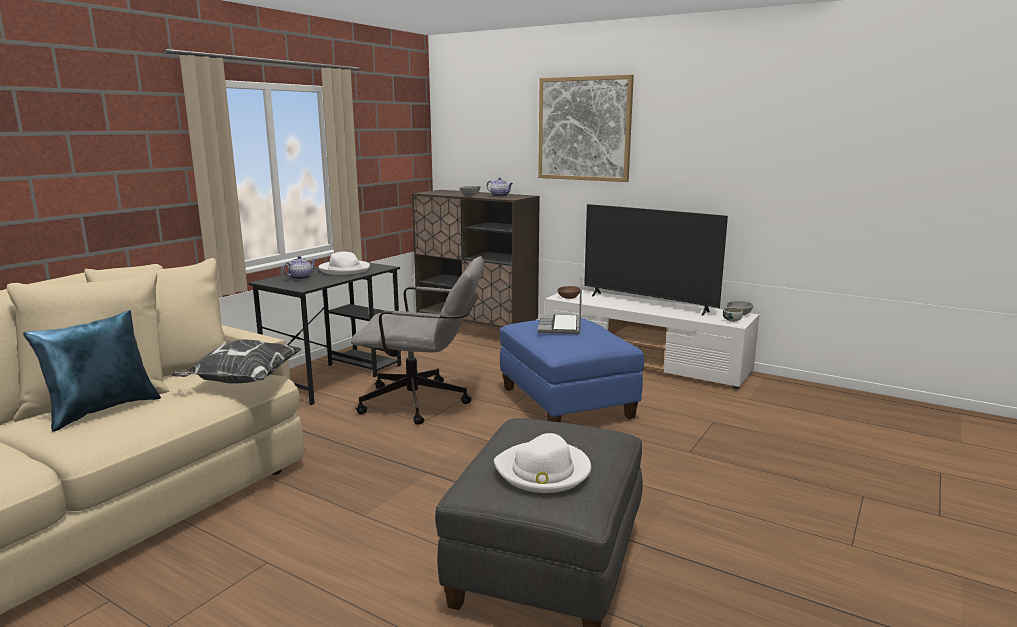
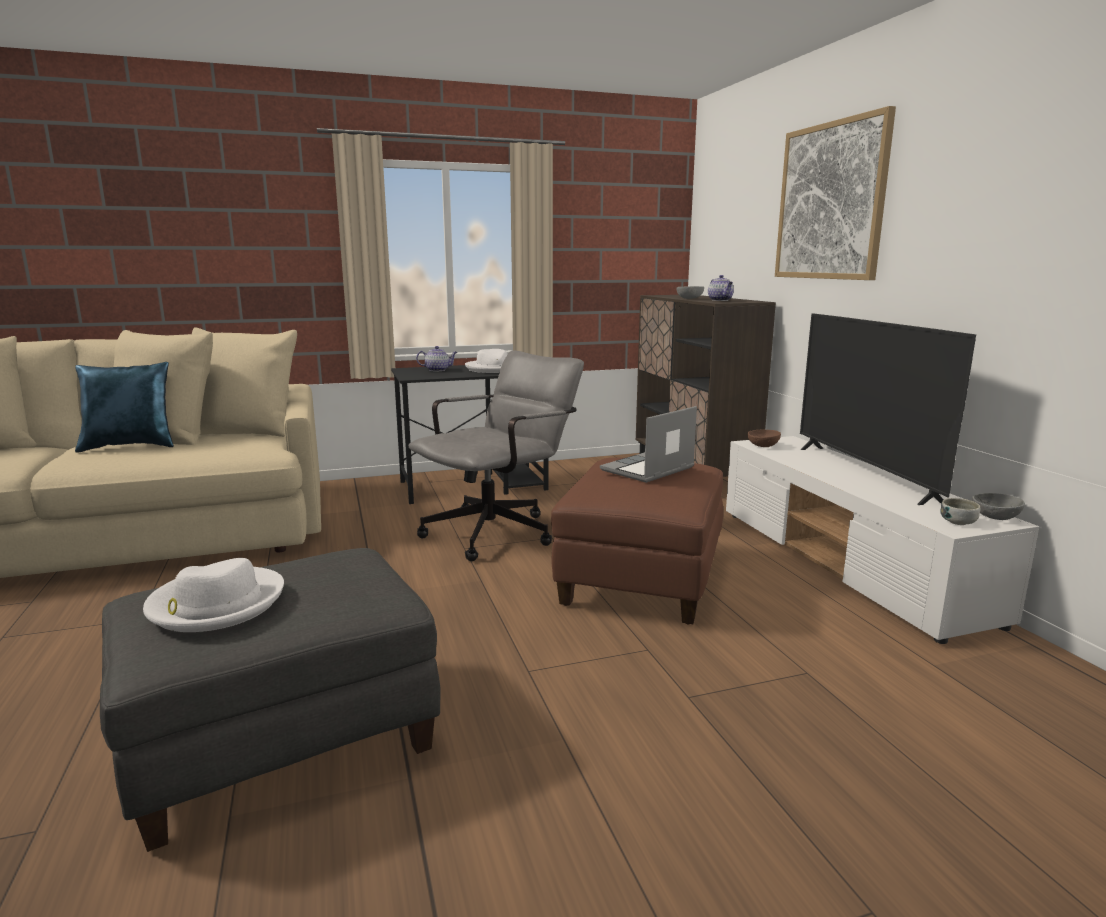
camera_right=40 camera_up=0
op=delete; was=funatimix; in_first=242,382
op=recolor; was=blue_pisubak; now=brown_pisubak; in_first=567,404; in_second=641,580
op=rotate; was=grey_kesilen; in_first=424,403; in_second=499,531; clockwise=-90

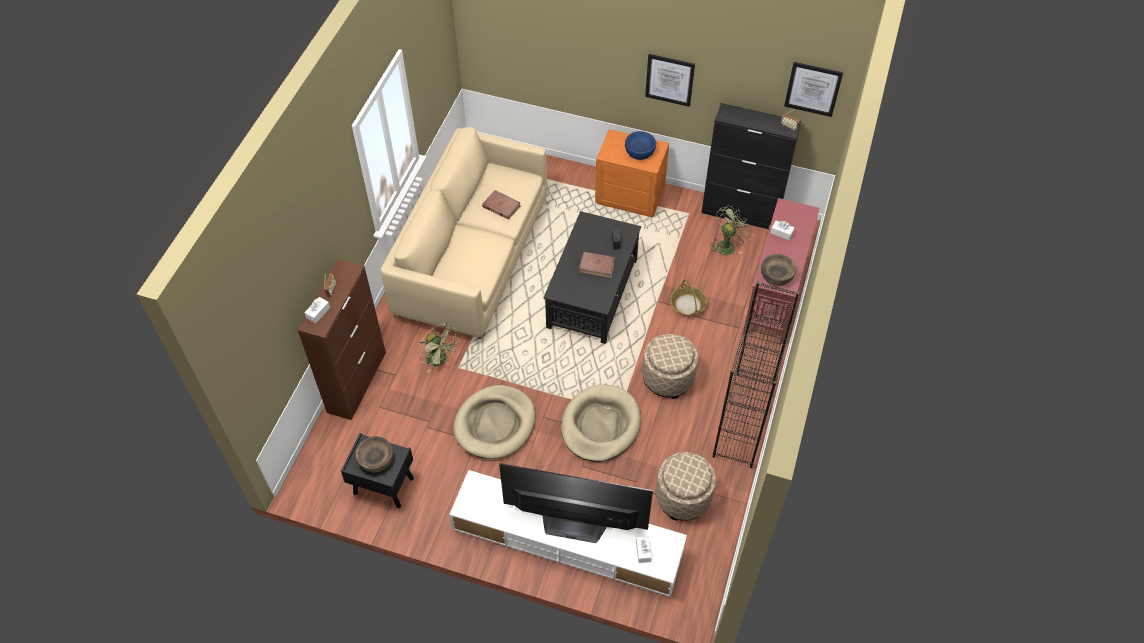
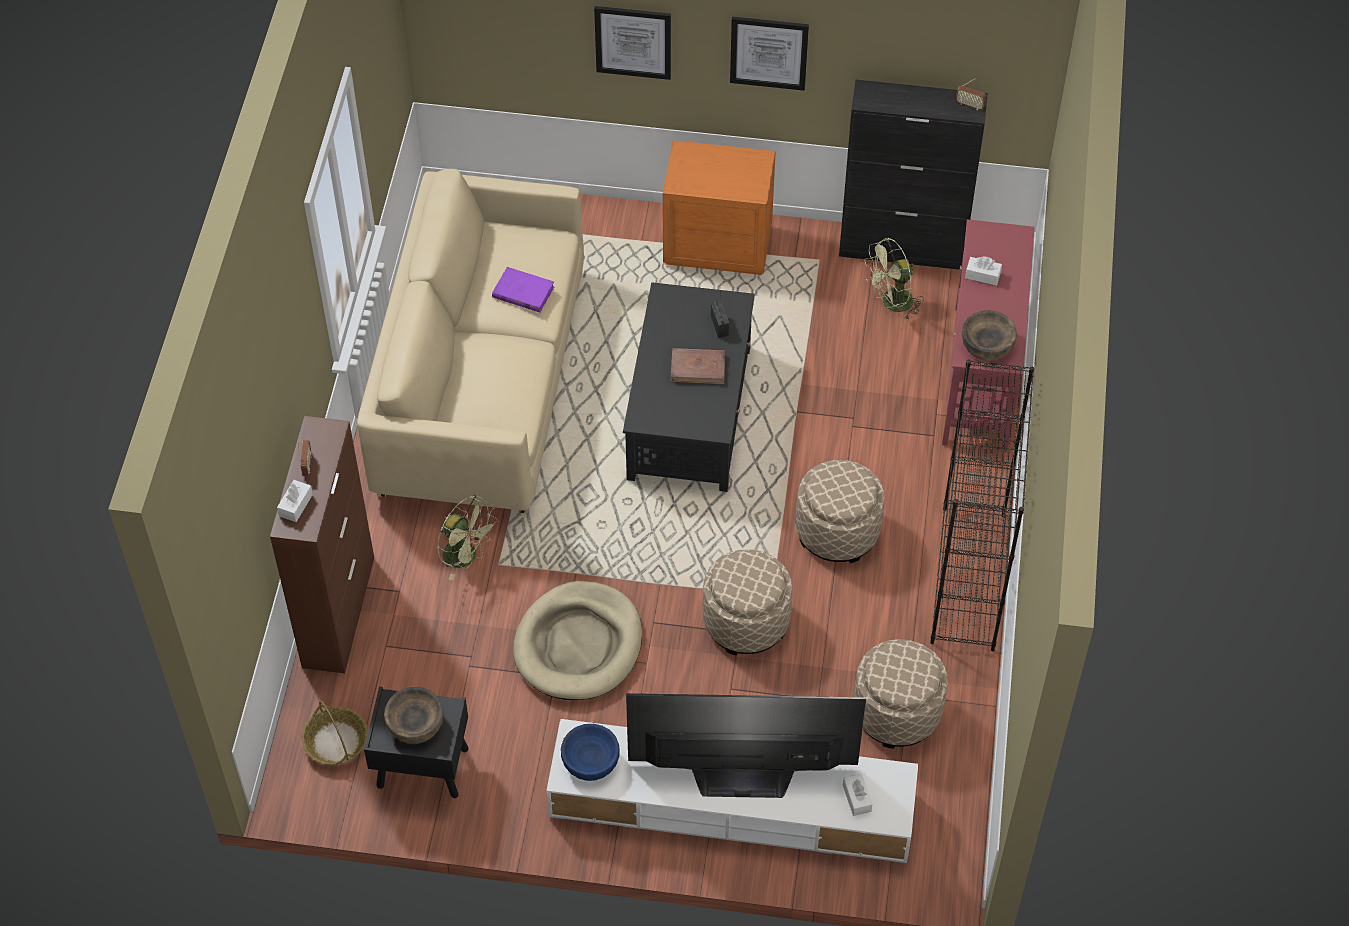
camera_right=-10 camera_up=0
op=move; was=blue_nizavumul; in_first=639,151; in_second=590,761
op=move; was=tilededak; in_first=687,304; in_second=335,741
op=move; was=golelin; in_first=813,89; in_second=633,42
op=replace; was=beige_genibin; now=beige_pisubak; in_first=600,425; in_second=746,621
op=recolor; was=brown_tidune; now=purple_tidune; in_first=501,206; in_second=523,292
op=rotate; was=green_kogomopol; in_first=727,245; in_second=891,304; clockwise=-150

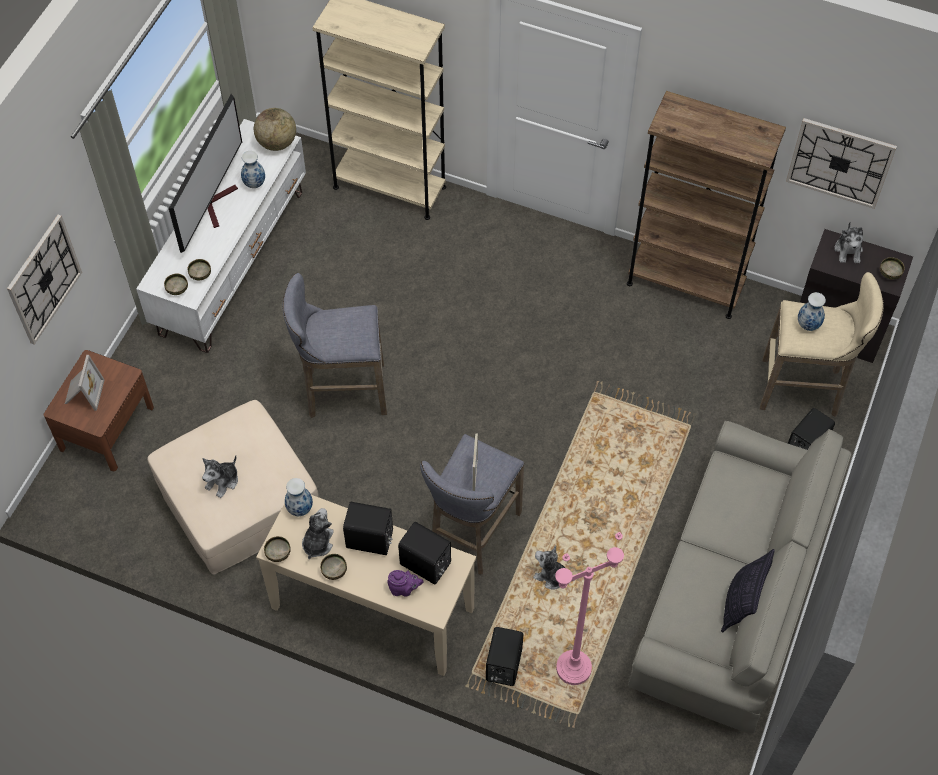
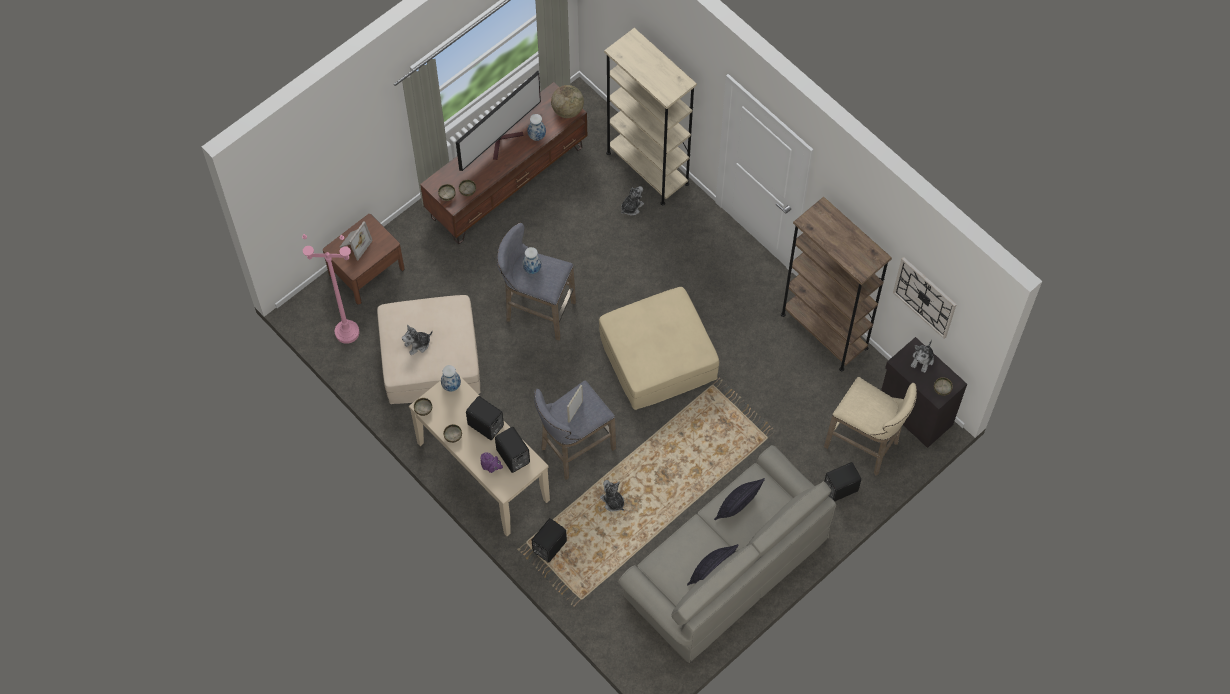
camera_right=25 camera_up=5
op=delete; was=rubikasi; in_first=44,279
op=insert; now=beige_pisubak; in_second=658,357
op=insert; now=funatimix; in_second=737,507
op=move; was=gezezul; in_first=317,542; in_second=631,207
op=move; was=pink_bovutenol; in_first=573,669; in_second=347,332
op=move; was=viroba; in_first=808,324; in_second=532,268
op=recolor; was=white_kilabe; now=brown_kilabe; in_first=233,261; in_second=508,182

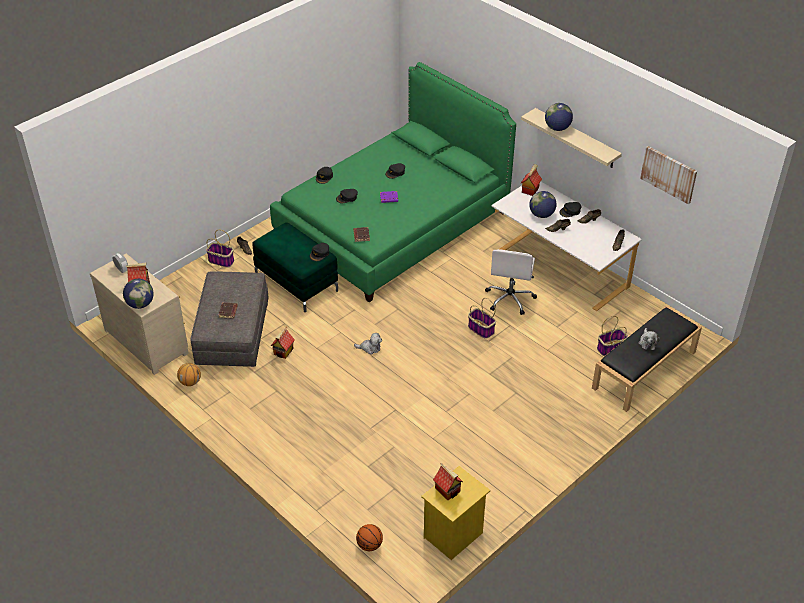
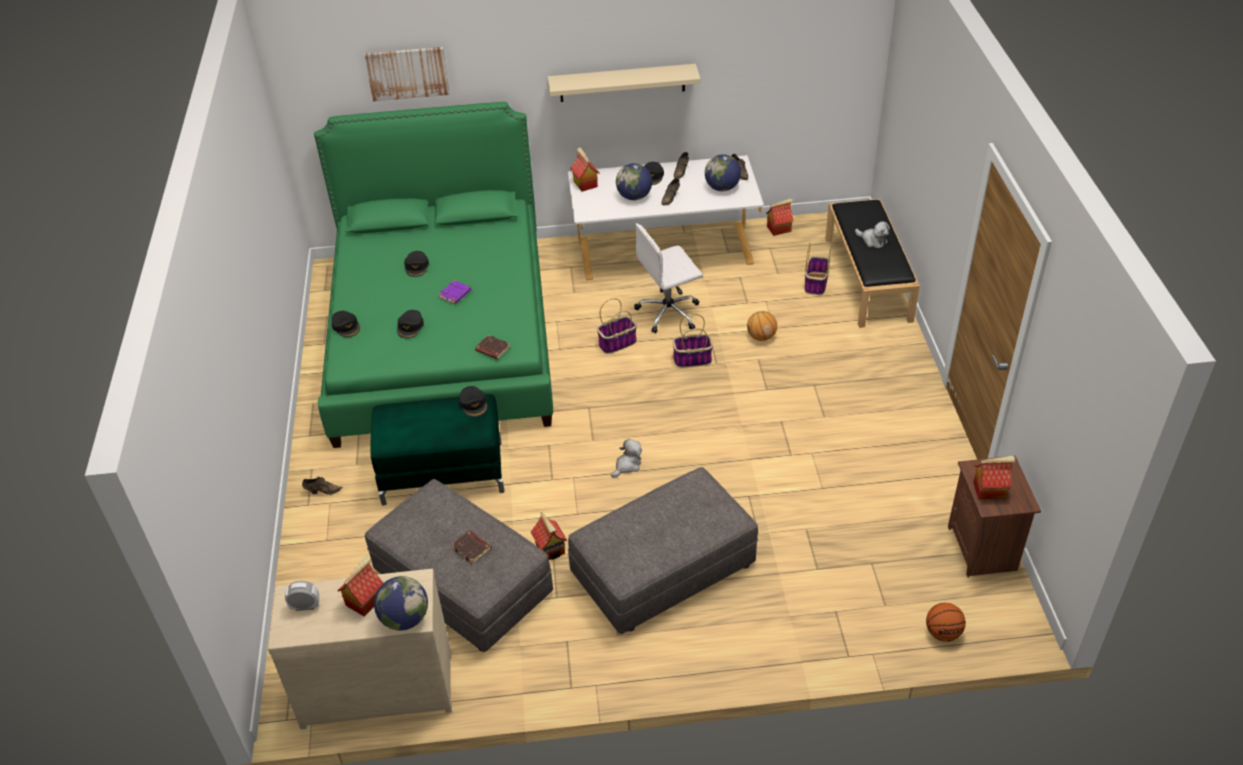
camera_right=-50 camera_up=0
op=insert; now=grey_pisubak; in_second=663,569
op=insert; now=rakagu; in_second=779,228
op=move; was=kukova; in_first=190,382; in_second=761,337
op=move; was=tilededak; in_first=221,261; in_second=617,343
op=move; was=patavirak; in_first=557,128; in_second=722,188
op=move; was=golelin; in_first=669,174; in_second=407,73
op=recolor; was=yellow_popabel; now=brown_popabel; in_first=454,536; in_second=983,548
op=rotate; was=white_kesilen; in_first=510,298; in_second=669,312; clockwise=105

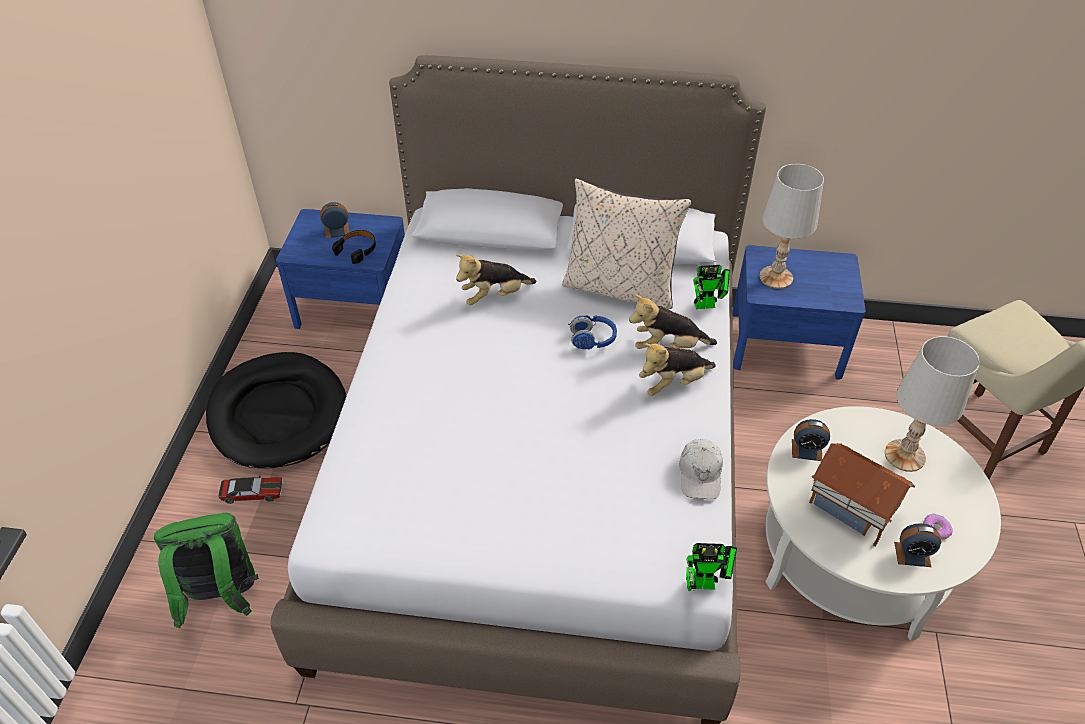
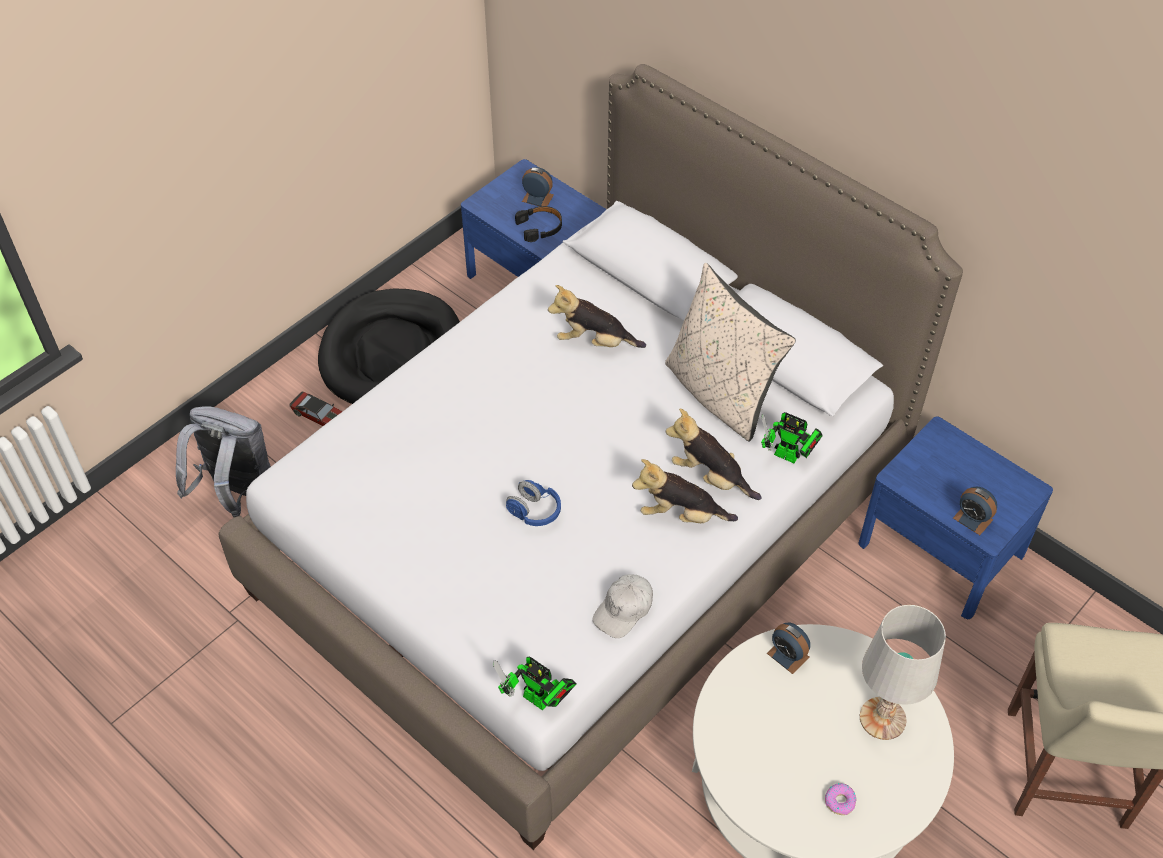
camera_right=35 camera_up=5
op=delete; was=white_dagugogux; in_first=776,277
op=delete; was=rakagu; in_first=850,511
op=move; was=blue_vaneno; in_first=592,340; in_second=534,511
op=move; was=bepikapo; in_first=912,554; in_second=972,519
op=recolor; was=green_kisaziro; now=grey_kisaziro; in_first=221,597; in_second=236,493

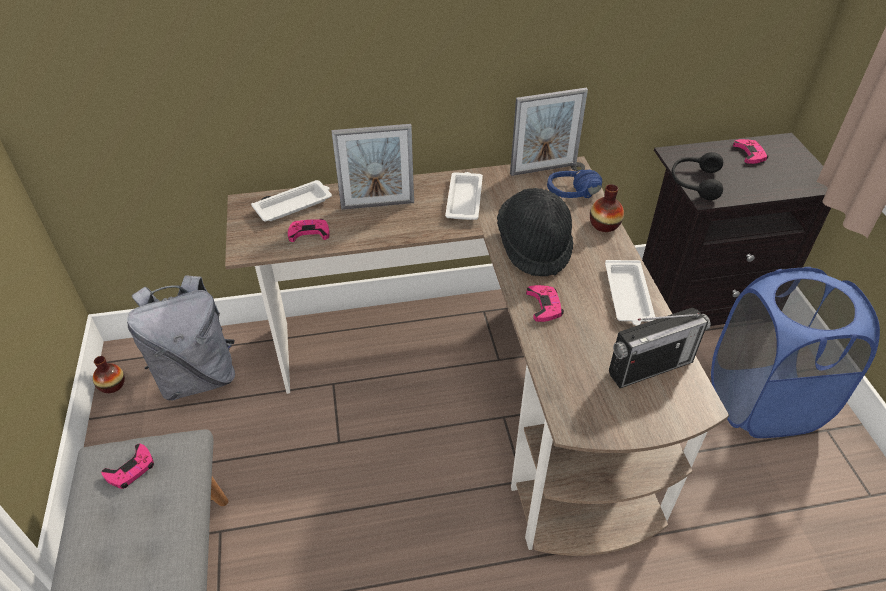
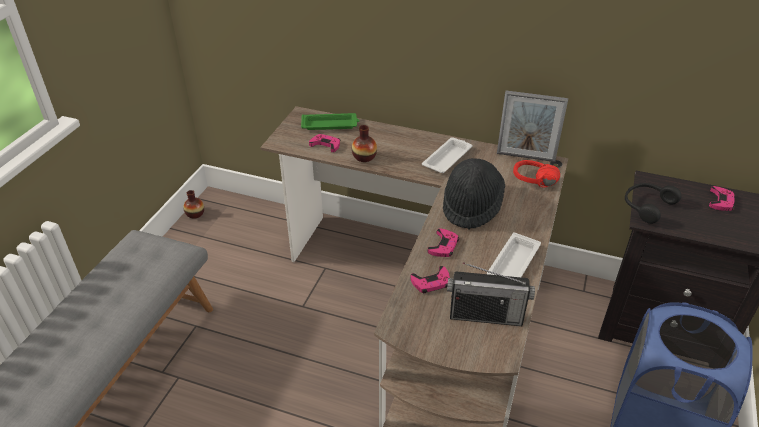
camera_right=30 camera_up=-5
op=delete; was=grey_kisaziro; in_first=198,376
op=delete; was=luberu; in_first=377,205
op=move; was=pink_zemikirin; in_first=131,469; in_second=431,282
op=move; was=viroba; in_first=604,225; in_second=364,157
op=recolor; was=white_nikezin; now=green_nikezin; in_first=294,205; in_second=330,125
op=recolor; was=blue_vaneno; now=red_vaneno; in_first=575,198; in_second=533,184

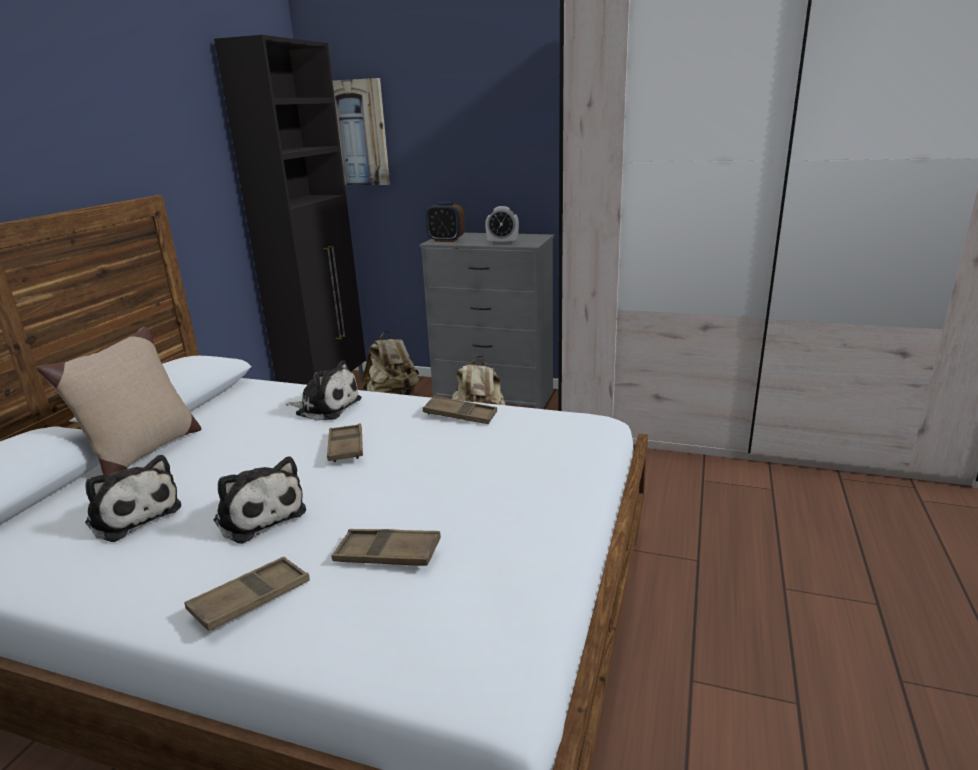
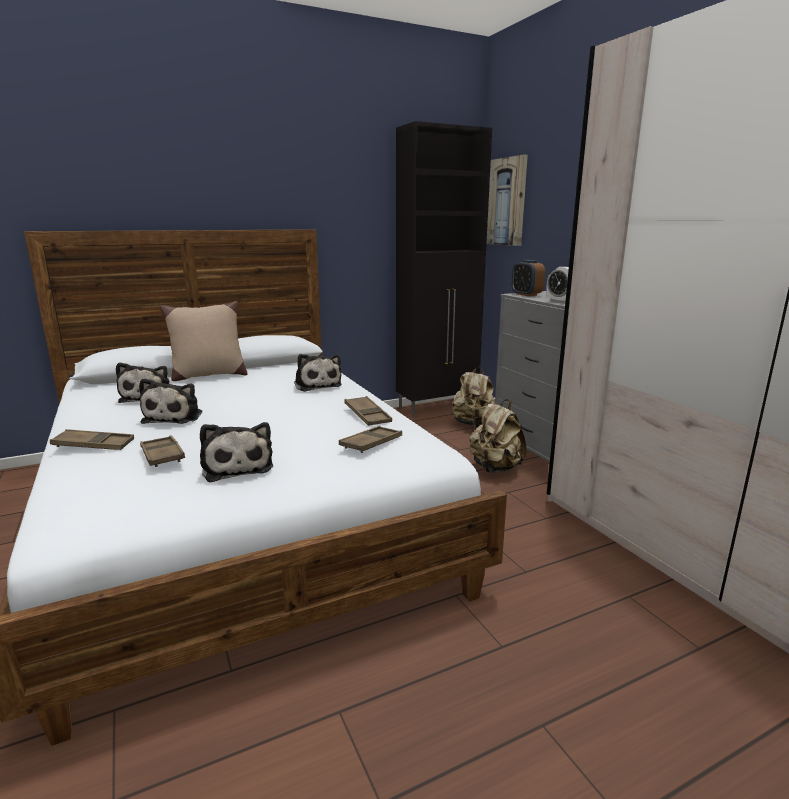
camera_right=45 camera_up=-5
op=insert; now=gezezul; in_second=237,466
op=move; was=brown_nikezin; in_first=346,447; in_second=371,443

